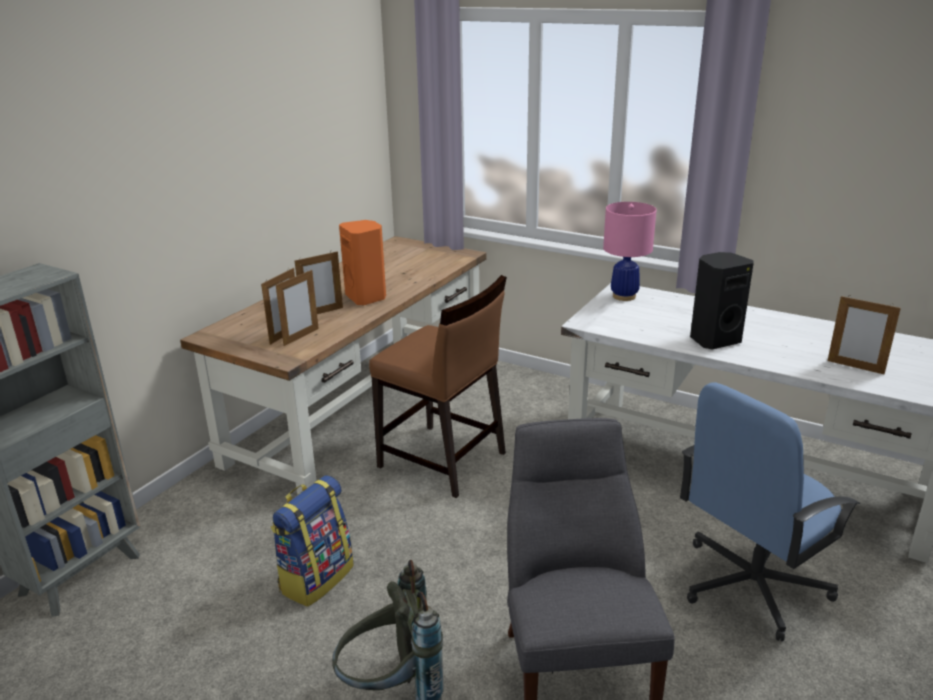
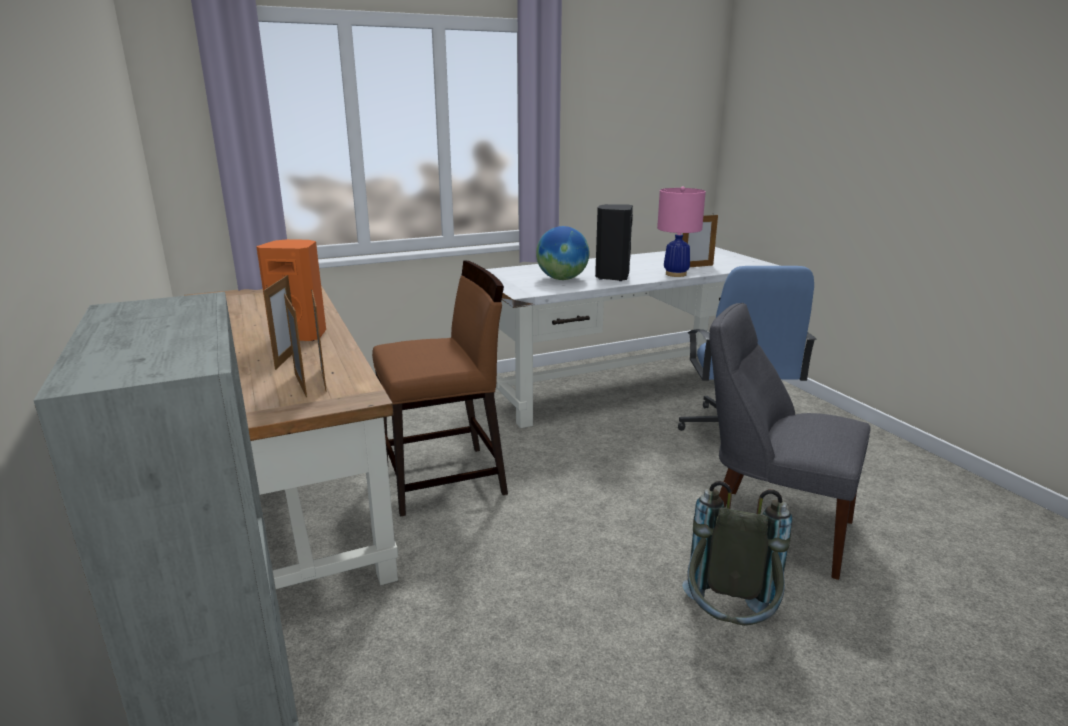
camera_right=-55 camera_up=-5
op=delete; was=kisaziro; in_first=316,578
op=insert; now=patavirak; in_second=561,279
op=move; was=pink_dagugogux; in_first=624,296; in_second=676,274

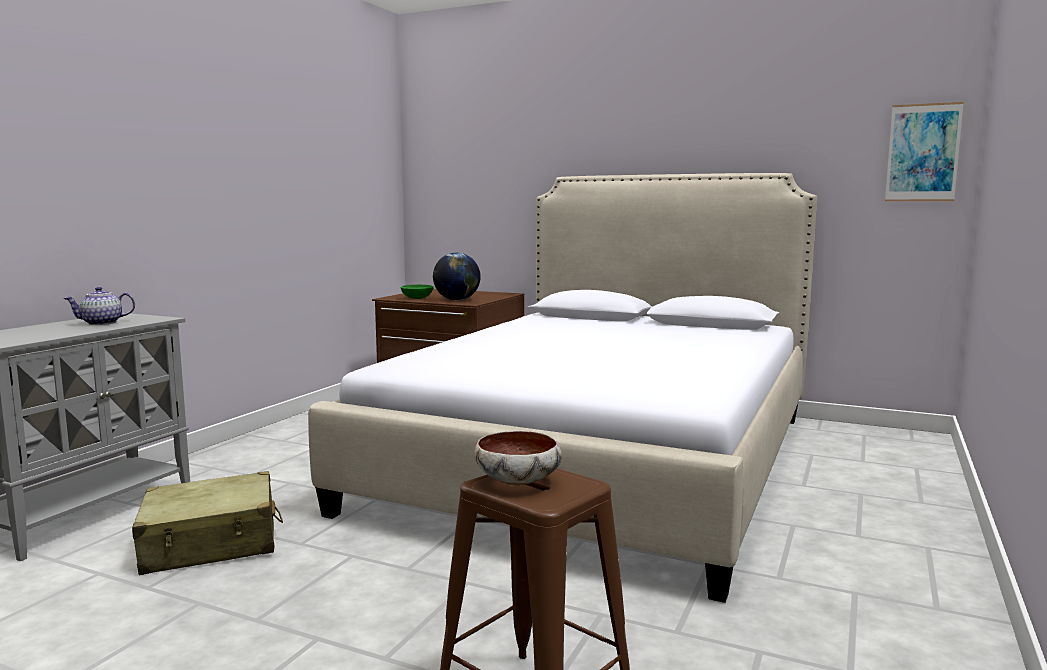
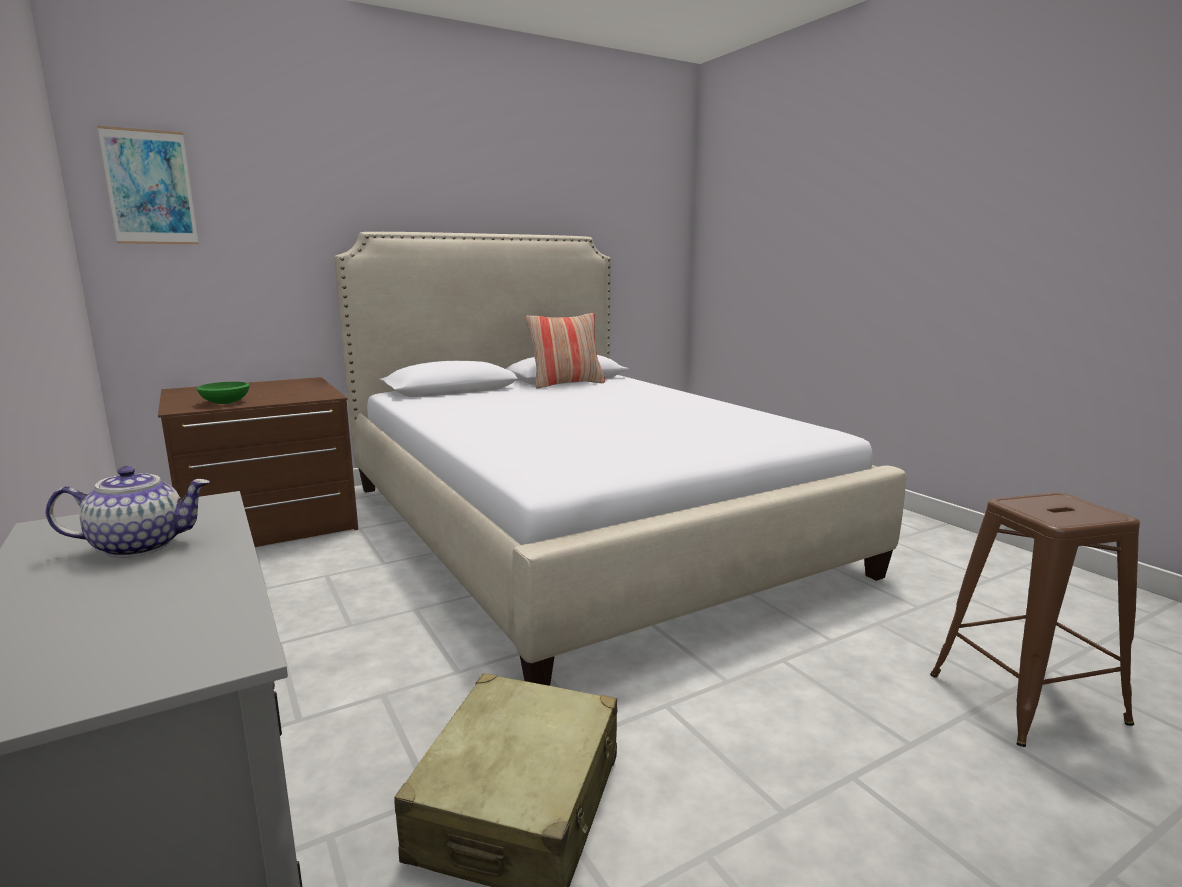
camera_right=-55 camera_up=5
op=delete; was=patavirak; in_first=457,300
op=delete; was=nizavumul; in_first=519,481
op=insert; now=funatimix; in_second=566,384
op=move; was=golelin; in_first=923,153; in_second=150,187
op=rotate; was=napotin; in_first=101,323; in_second=140,545; clockwise=-120

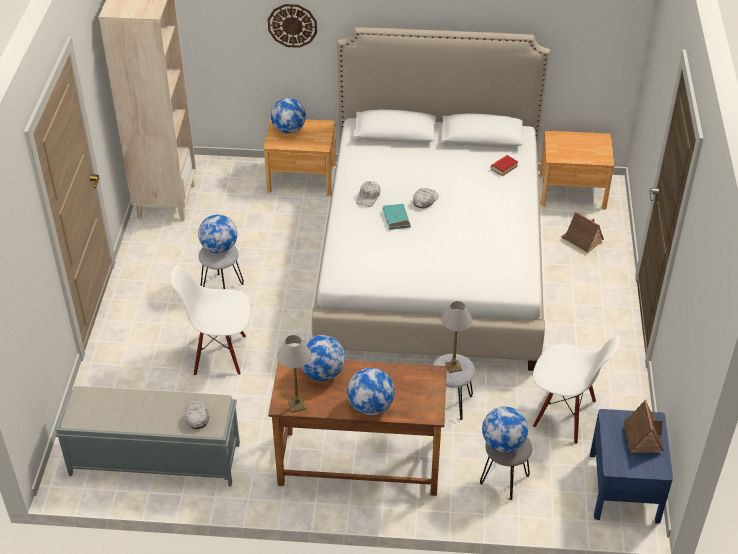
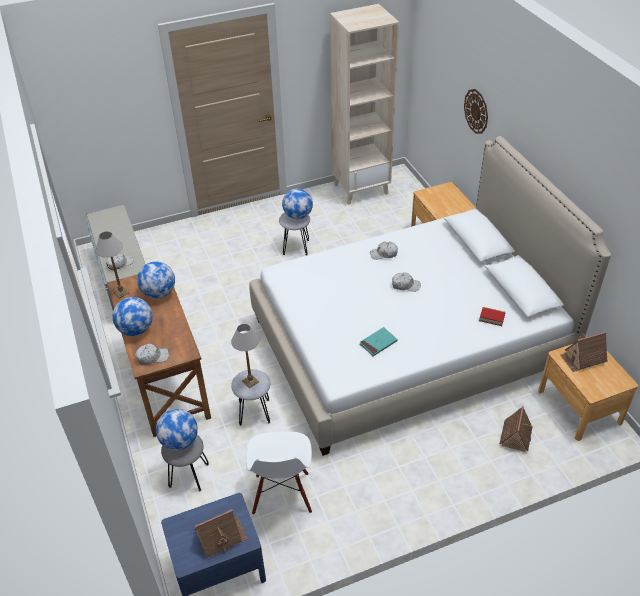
camera_right=65 camera_up=0
op=delete; was=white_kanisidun; in_first=220,354
op=delete; was=patavirak; in_first=289,129
op=insert; now=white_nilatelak; in_second=152,357
op=insert; now=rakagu; in_second=582,358
op=move; was=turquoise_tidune; in_first=396,218; in_second=378,343

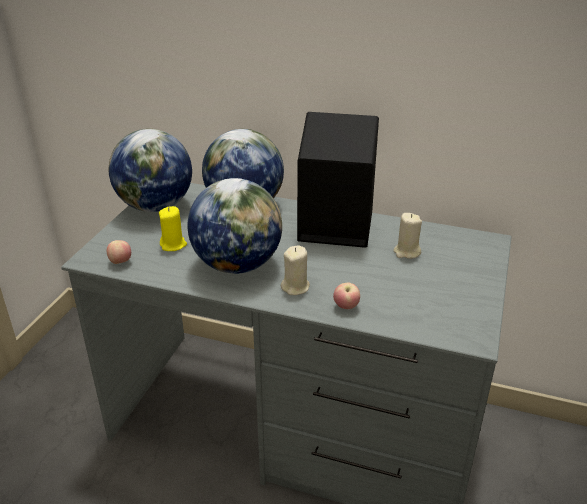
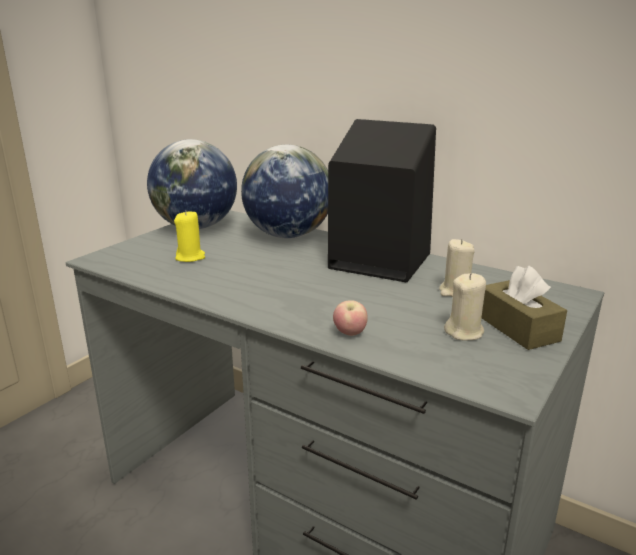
camera_right=15 camera_up=-10
op=delete; was=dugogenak; in_first=120,262
op=delete; was=patavirak; in_first=237,265
op=insert; now=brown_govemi; in_second=517,328
op=move; was=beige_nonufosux; in_first=295,287; in_second=464,332

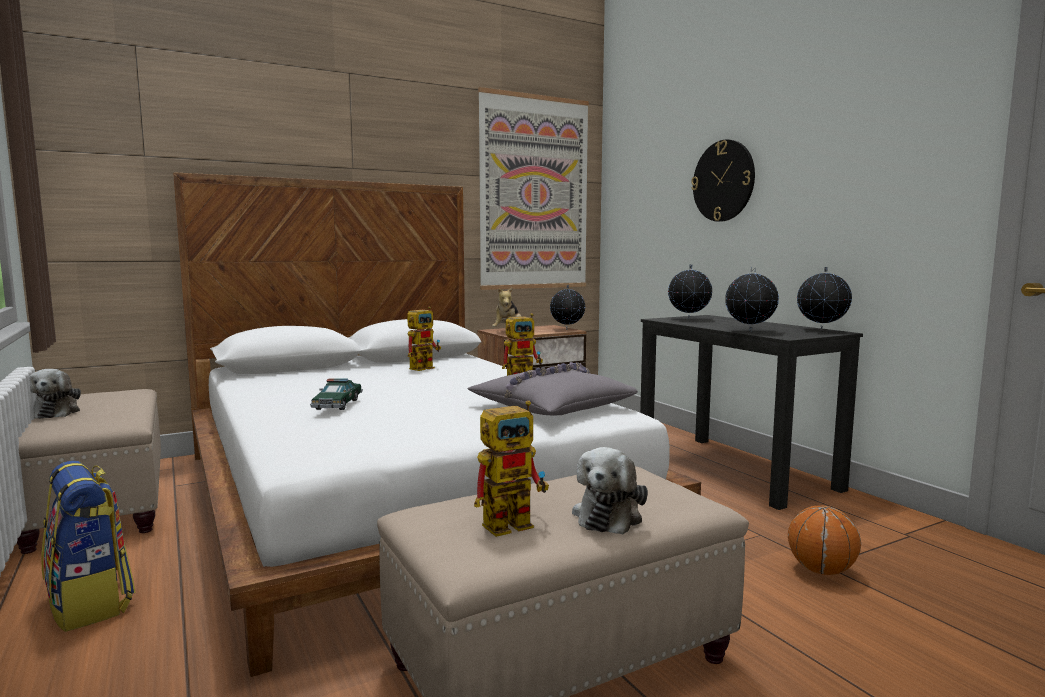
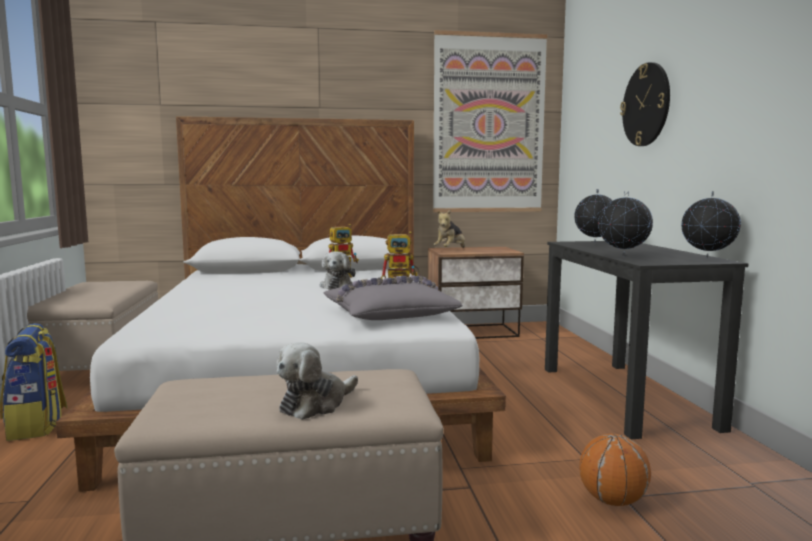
camera_right=20 camera_up=0
op=delete; was=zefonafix; in_first=338,404
op=delete; was=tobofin; in_first=515,522
op=delete; was=patavirak; in_first=567,329
op=move; was=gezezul; in_first=56,412; in_second=337,286

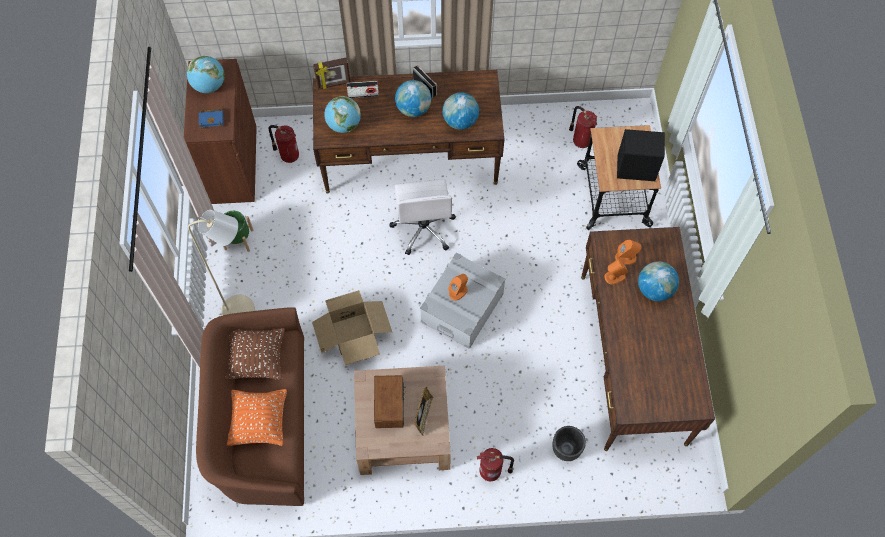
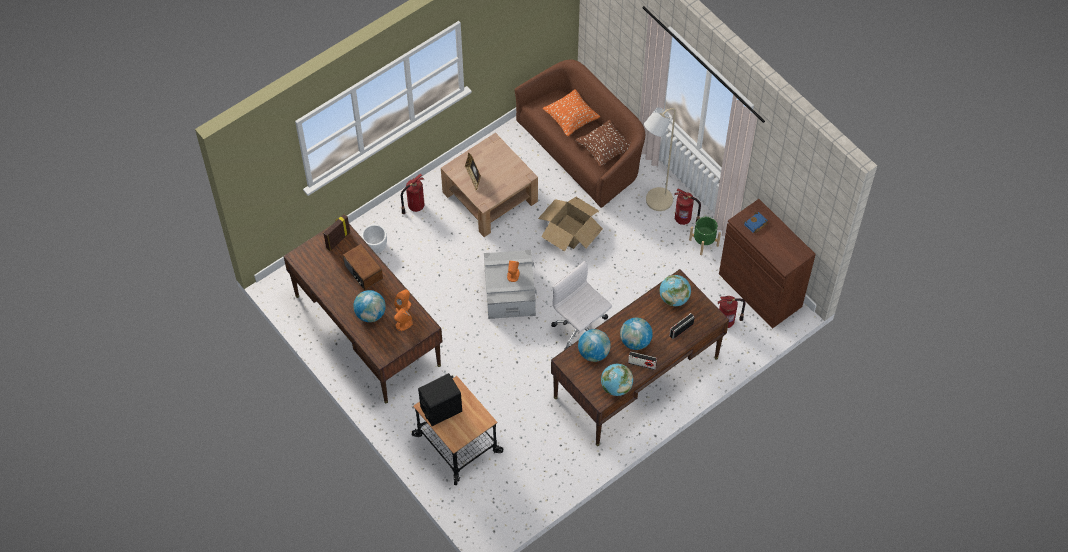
camera_right=145 camera_up=-5
op=move; was=patavirak; in_first=209,86; in_second=616,387
op=move; was=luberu; in_first=333,84; in_second=337,240
op=move; was=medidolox; in_first=390,405; in_second=363,272
op=move; was=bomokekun; in_first=581,140; in_second=684,219
op=recolor; was=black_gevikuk; now=white_gevikuk; in_first=566,449; in_second=375,247

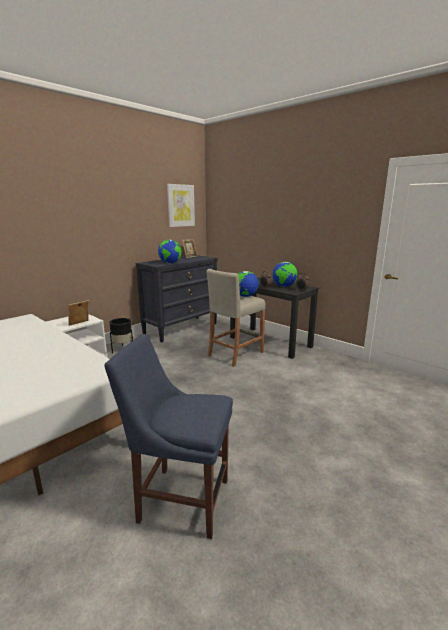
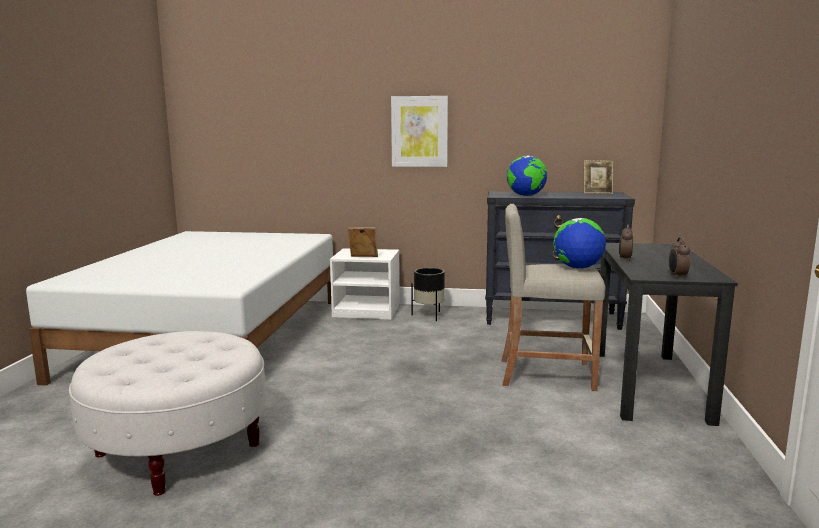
camera_right=55 camera_up=-5
op=delete; was=patavirak; in_first=284,286
op=move; was=golelin; in_first=180,205; in_second=419,131
op=replace; was=blue_kanisidun; now=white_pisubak; in_first=180,498; in_second=179,449

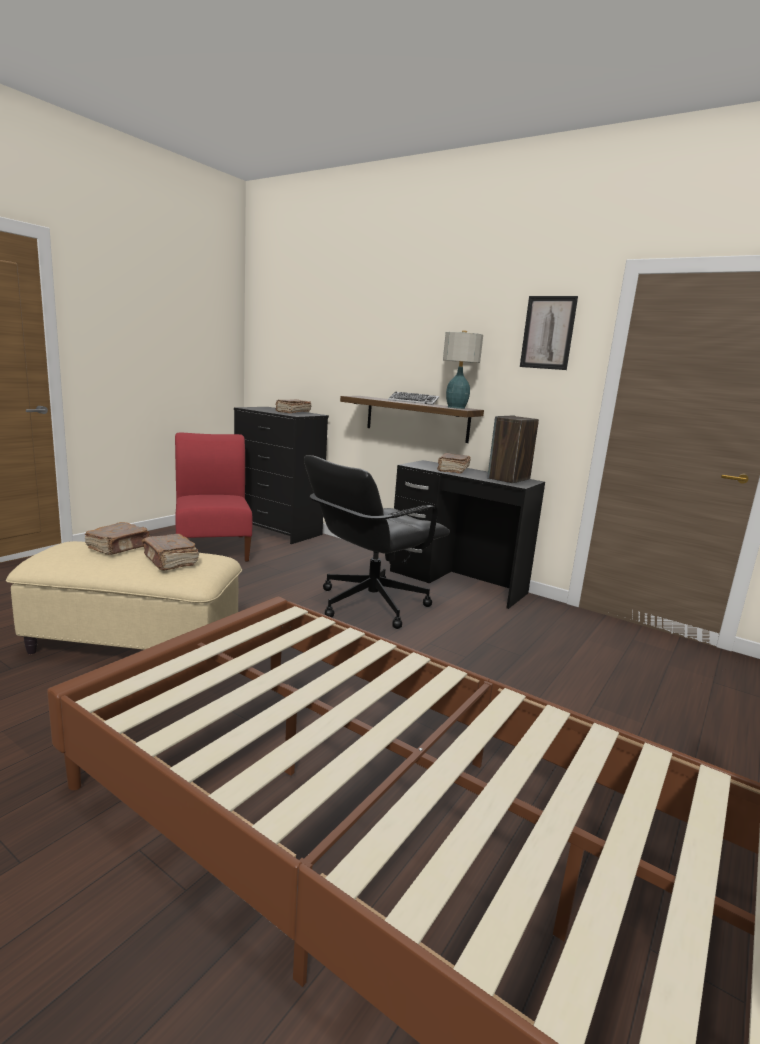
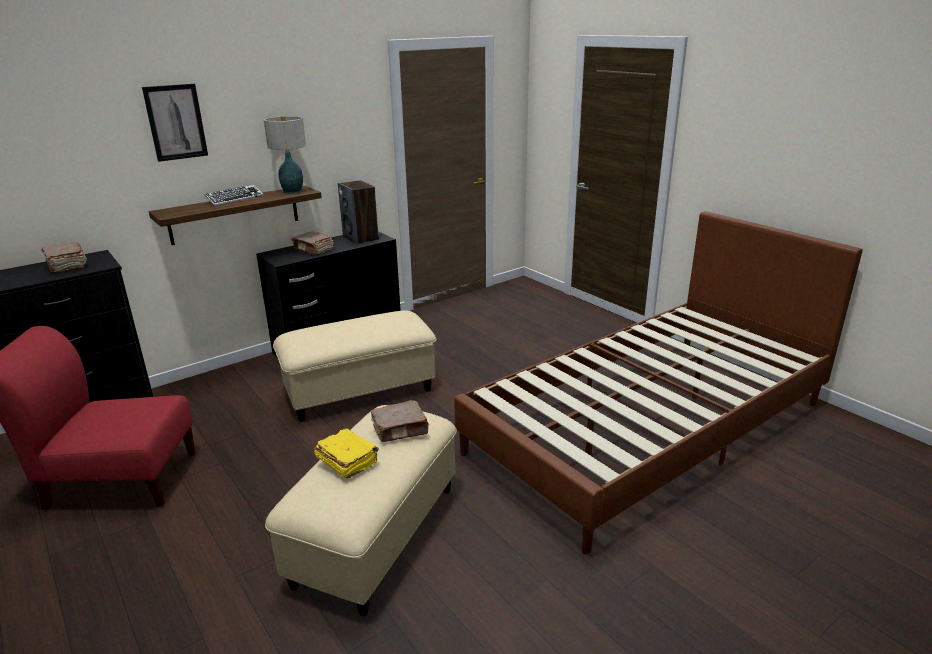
camera_right=-70 camera_up=10
op=move; was=golelin; in_first=548,332; in_second=176,122
op=replace; was=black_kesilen; now=beige_pisubak; in_first=370,604; in_second=359,392
op=recolor; was=brown_tidune; now=yellow_tidune; in_first=119,548; in_second=347,461

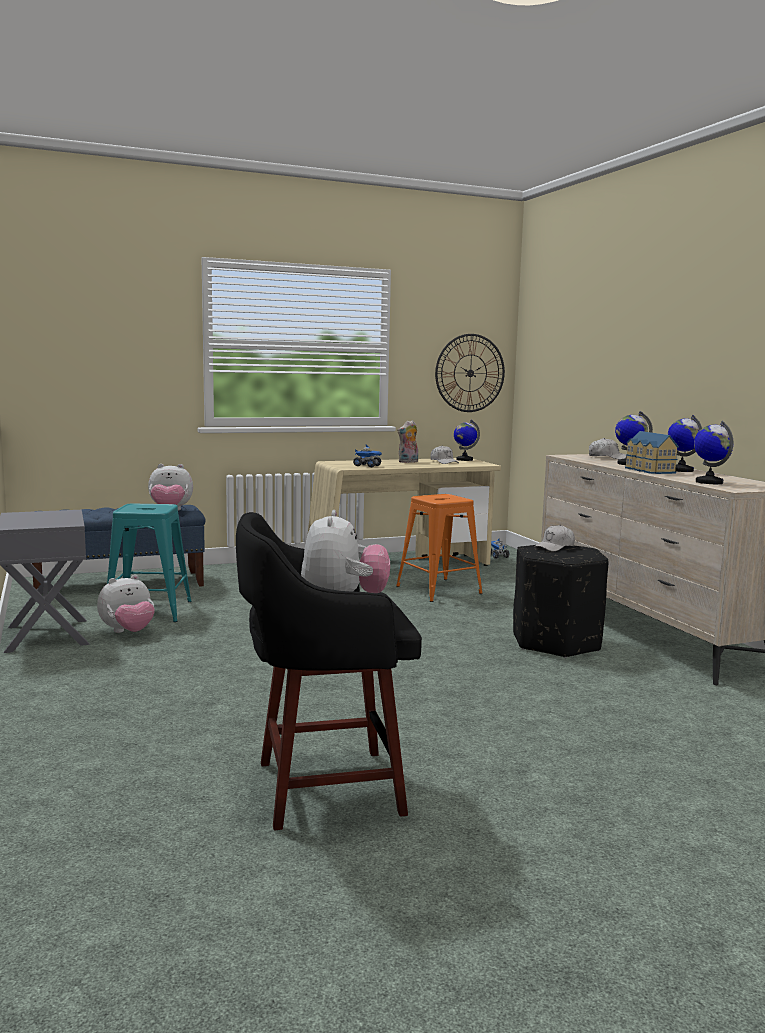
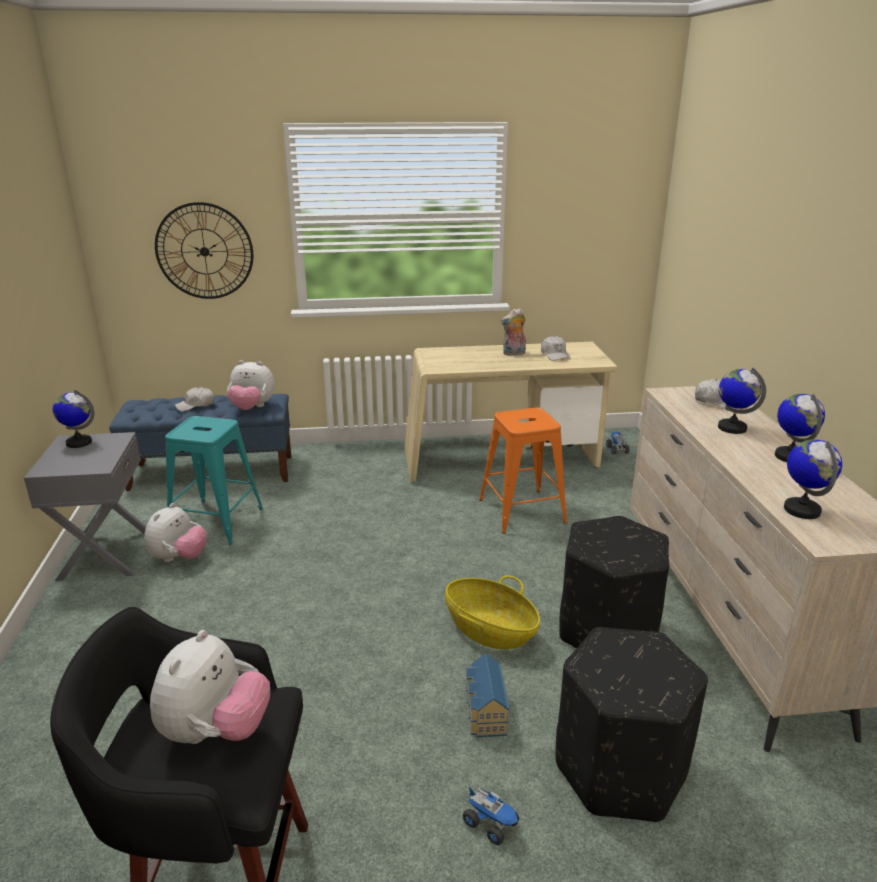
camera_right=15 camera_up=15
op=insert; now=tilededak; in_second=490,630
op=insert; now=black_pisubak; in_second=621,770
op=move; was=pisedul; in_first=367,466; in_second=491,823
op=move; was=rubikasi; in_first=470,373; in_second=204,251
op=move; was=patavirak; in_first=464,459; in_second=79,442
op=move; was=white_nilatelak; in_first=555,547; in_second=196,405
op=move; was=rakagu; in_first=648,470; in_second=484,712
op=rotate; was=gezezul; in_first=128,632; in_second=179,558; clockwise=-45

